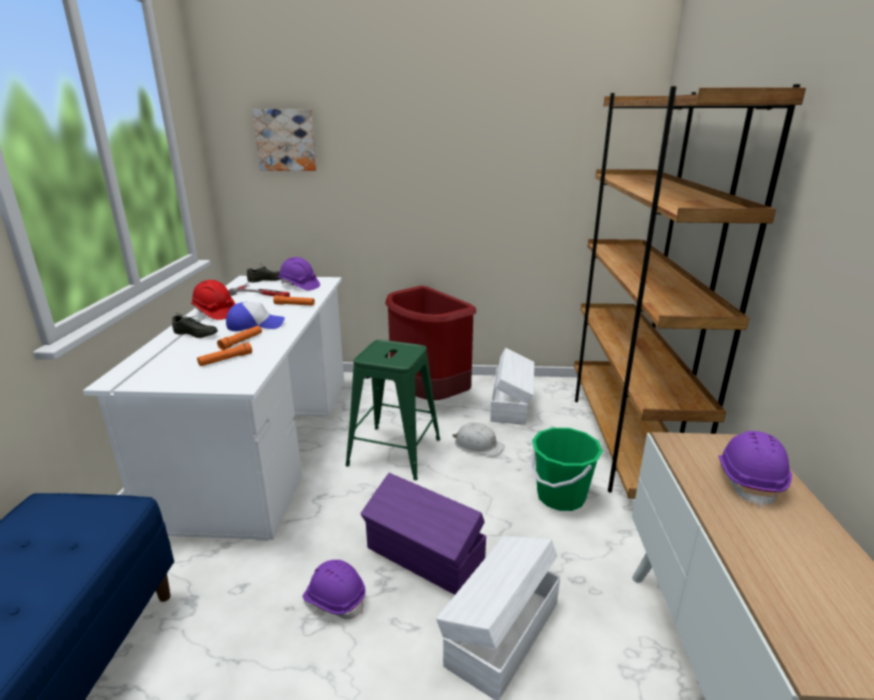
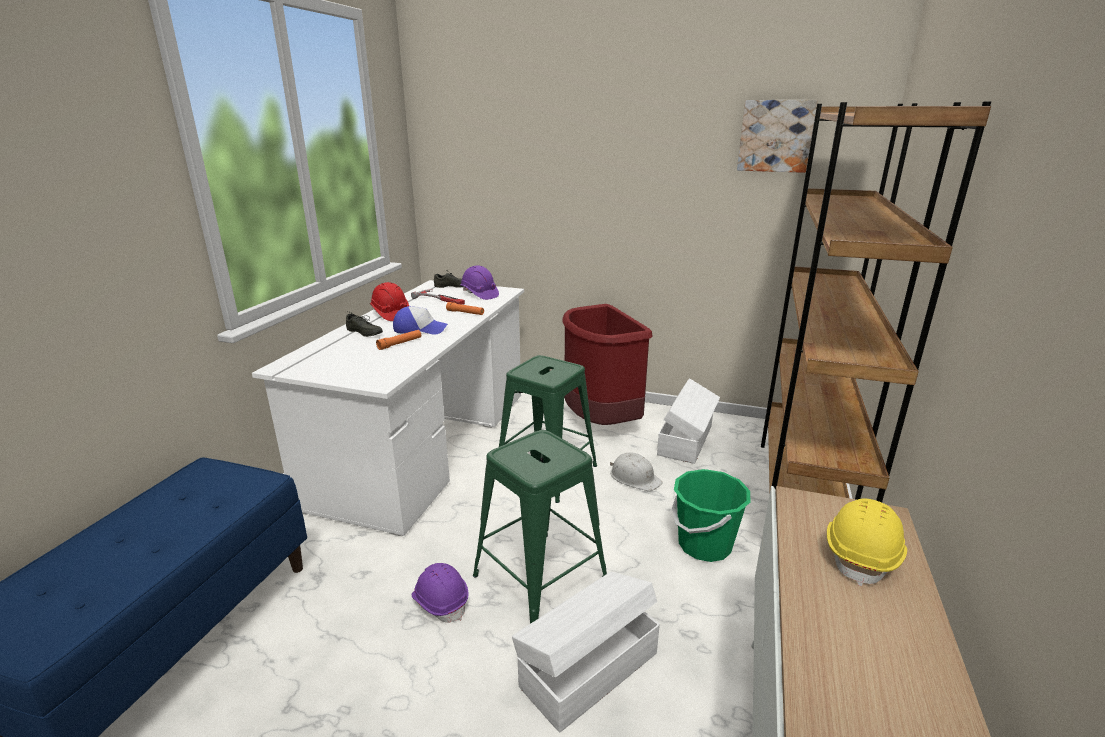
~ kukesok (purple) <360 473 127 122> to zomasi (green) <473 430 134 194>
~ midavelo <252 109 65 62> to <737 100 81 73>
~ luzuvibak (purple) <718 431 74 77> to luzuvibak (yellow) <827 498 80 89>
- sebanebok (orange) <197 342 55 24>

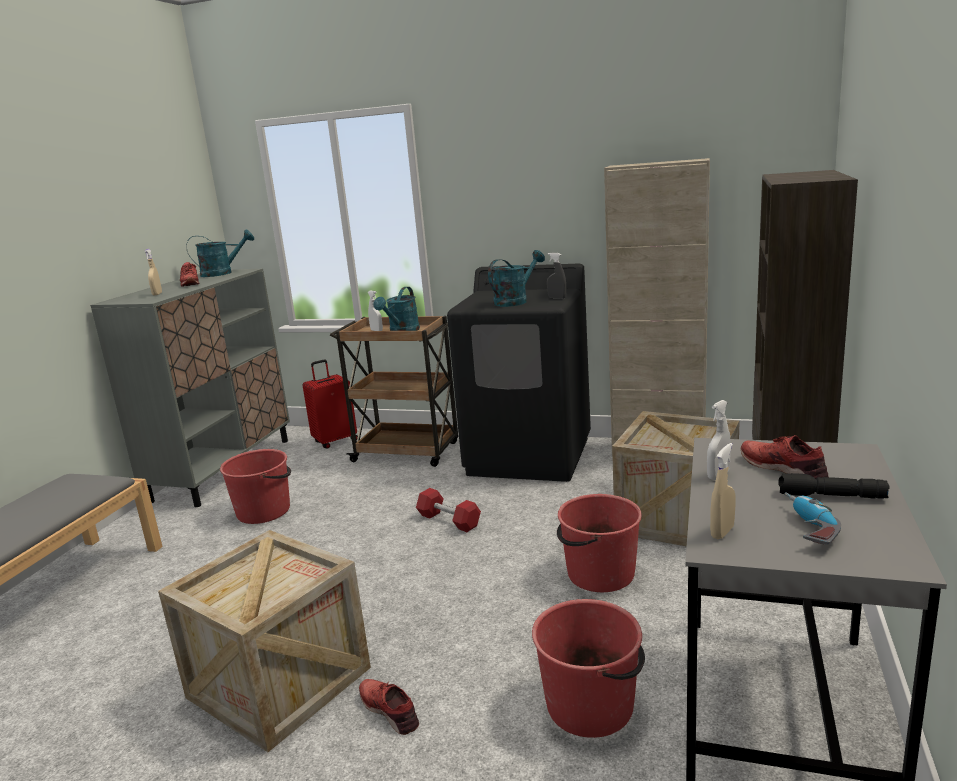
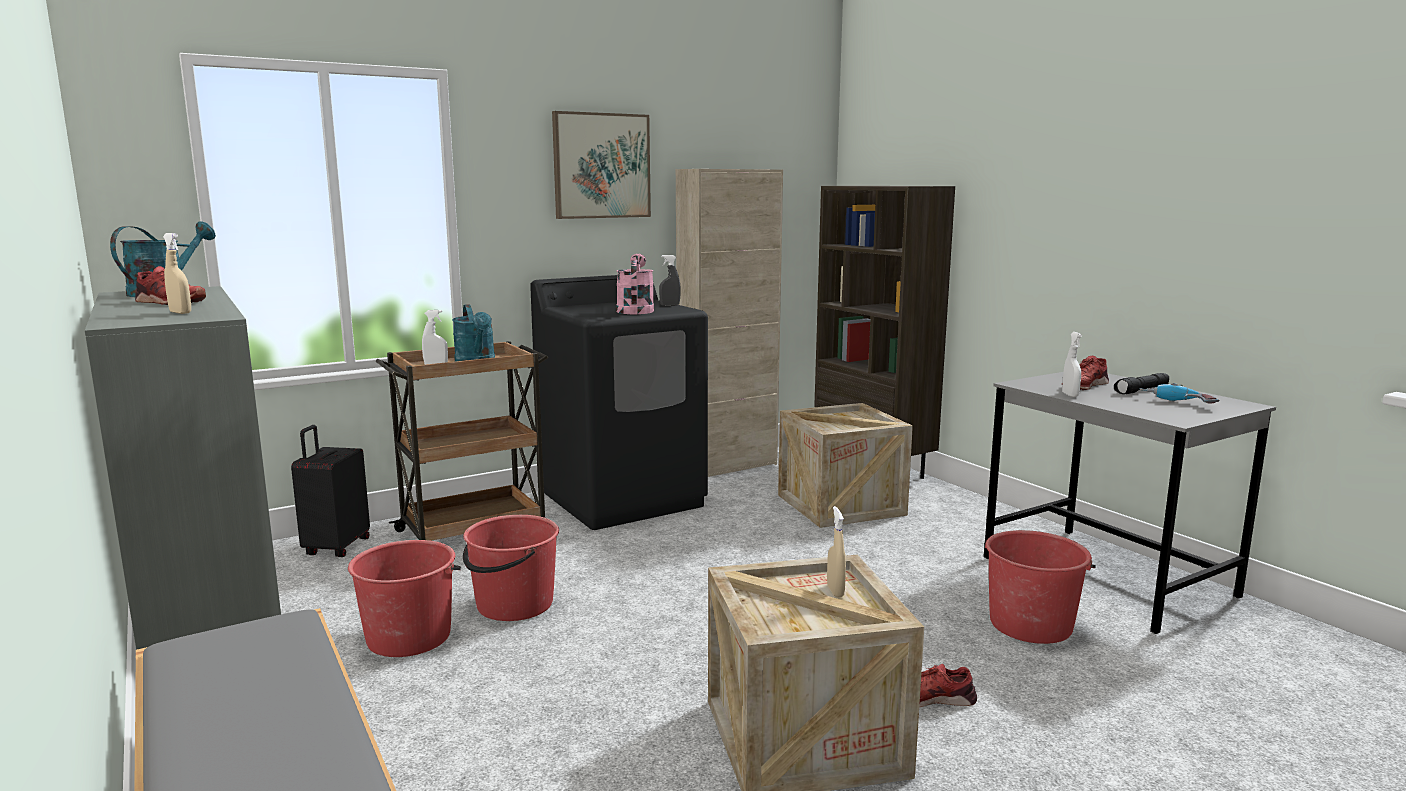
~ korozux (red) <303 360 55 89> to korozux (black) <291 425 79 132>
~ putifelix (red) <557 494 85 98> to <463 515 96 106>
+ midavelo <552 111 99 108>
~ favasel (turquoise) <488 250 57 57> to favasel (pink) <616 254 38 60>
~ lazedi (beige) <710 443 25 96> to <827 506 19 91>
~ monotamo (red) <741 435 87 44> = <1062 356 47 34> 45 degrees counterclockwise
- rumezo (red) <416 488 65 44>

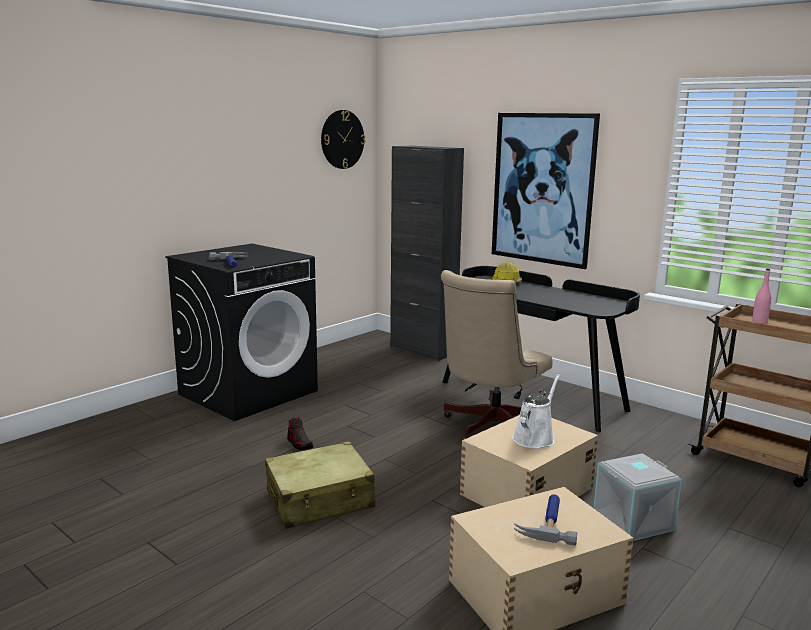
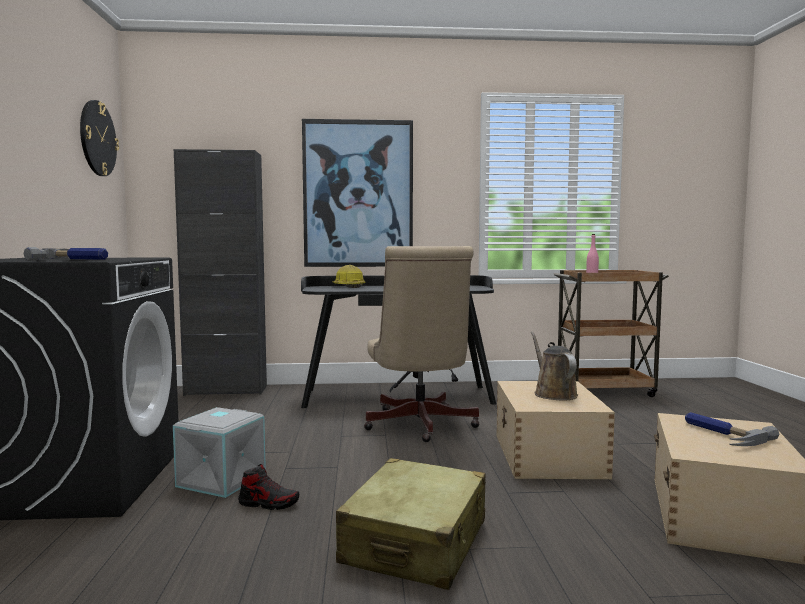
~ kukesok (grey) <593 453 89 88> to <173 407 93 91>
~ favasel (white) <512 373 49 76> to favasel (brown) <531 331 47 70>

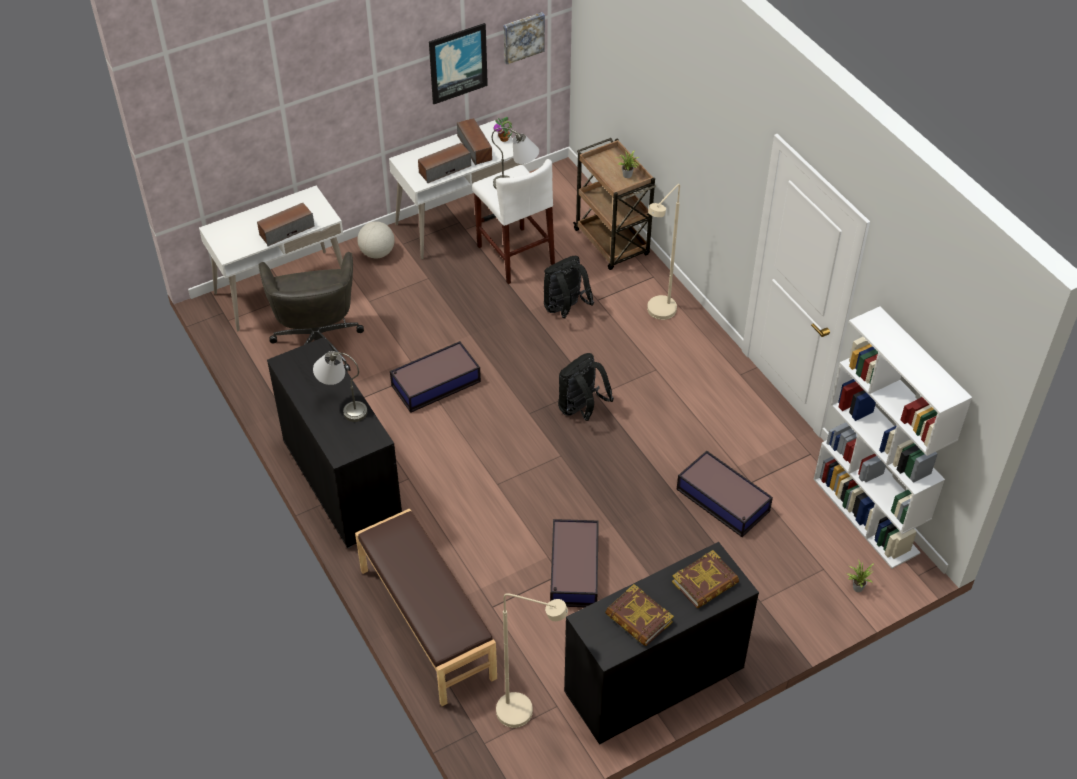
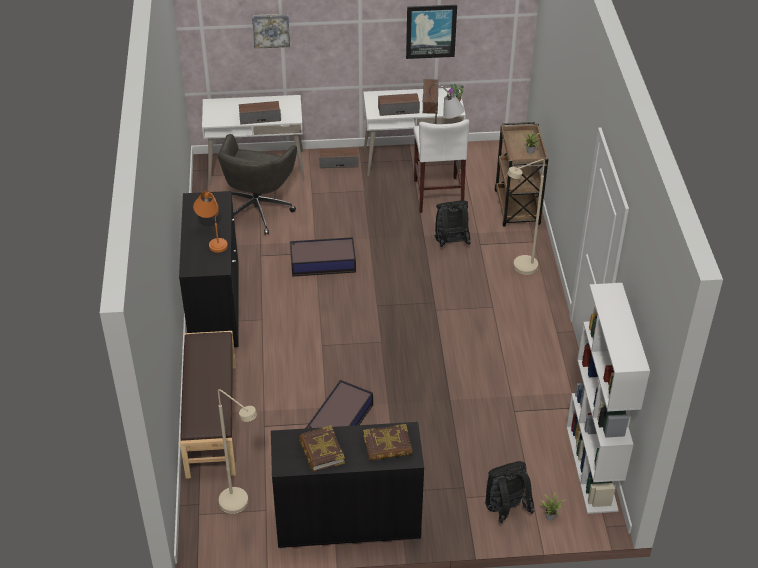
~ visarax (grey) <313 351 54 71> to visarax (orange) <193 191 35 62>
~ midavelo <504 12 41 52> to <252 14 38 35>
~ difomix <357 221 38 37> to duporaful <319 148 39 20>
~ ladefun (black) <558 353 56 68> to <485 461 49 62>
- kukesok <677 451 96 86>

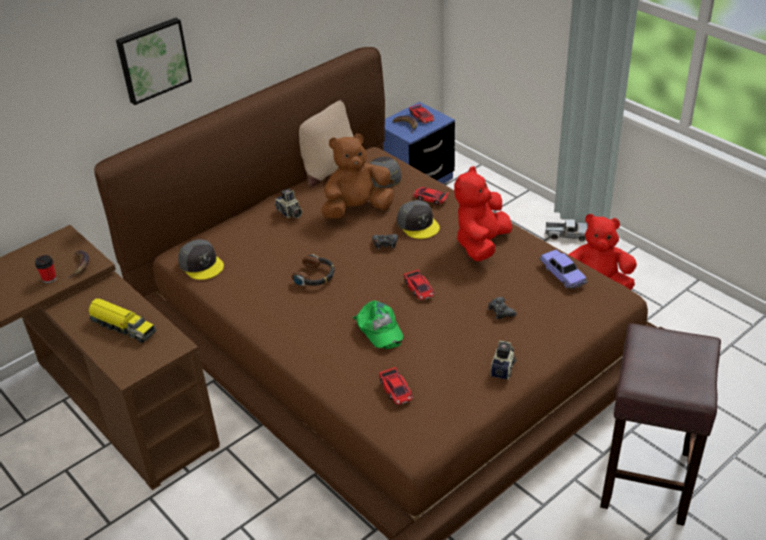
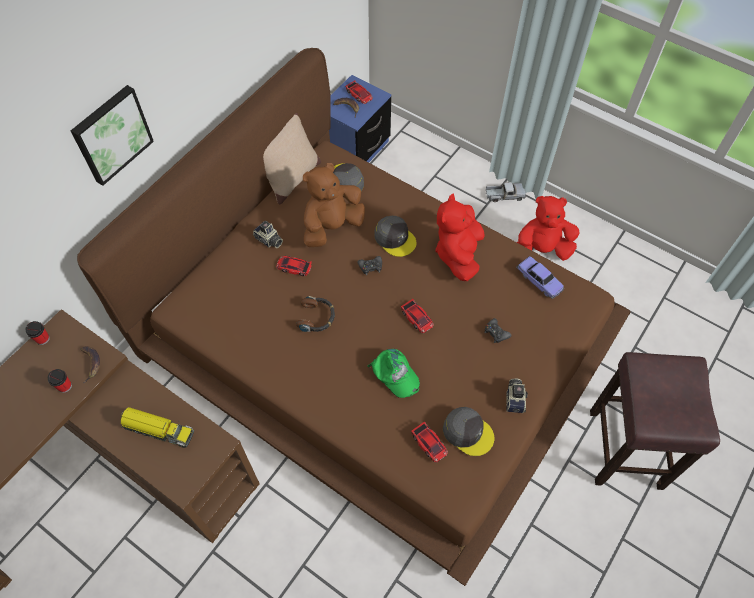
+ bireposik <25 321 25 24>
~ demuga <413 187 35 18> to <276 256 36 20>
~ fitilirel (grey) <178 239 46 41> to <443 407 51 49>

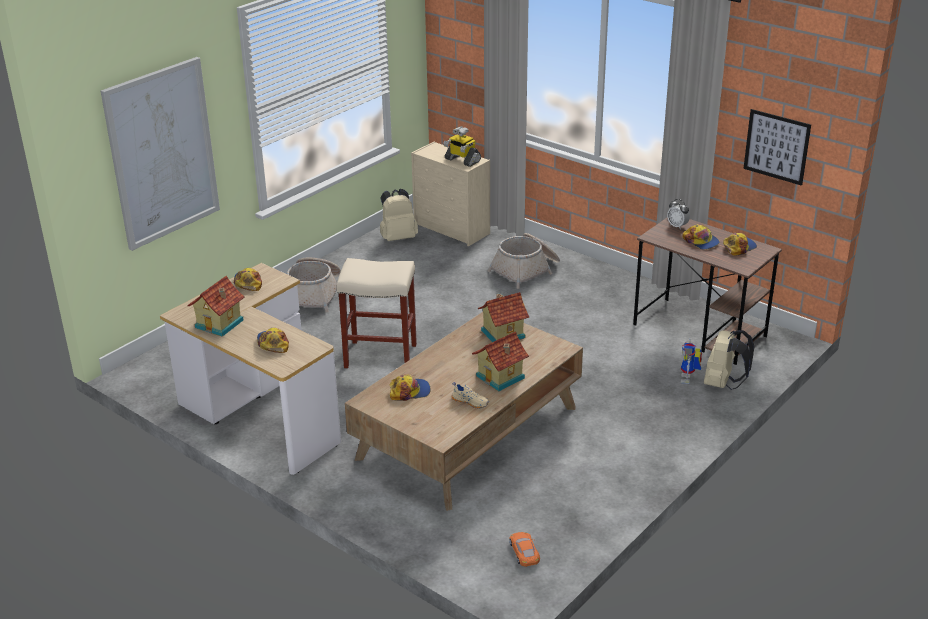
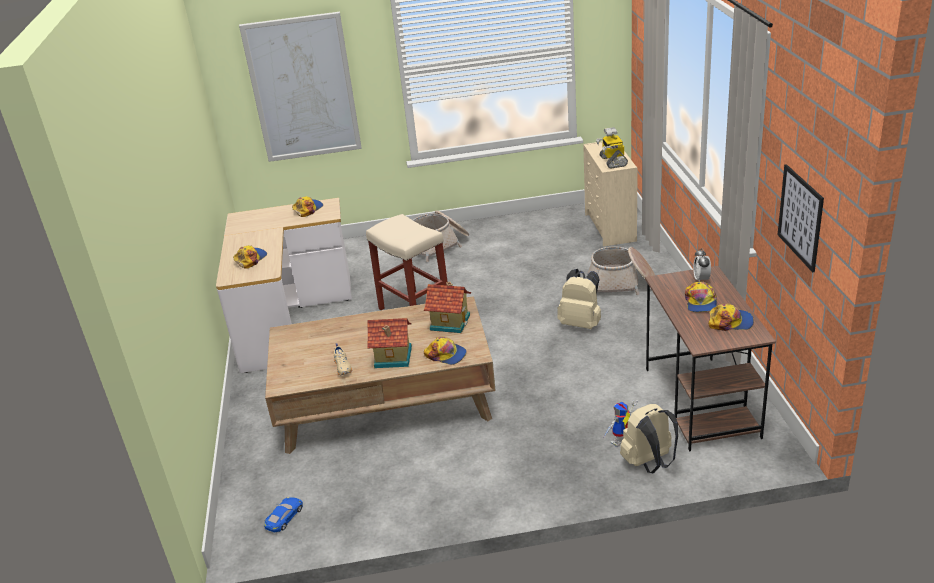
~ demuga (orange) <509 532 31 35> to demuga (blue) <264 497 39 36>
~ fitilirel <390 374 41 27> to <424 337 43 28>
~ ladefun (beige) <380 189 38 52> to <557 269 44 60>
- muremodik <187 276 58 61>

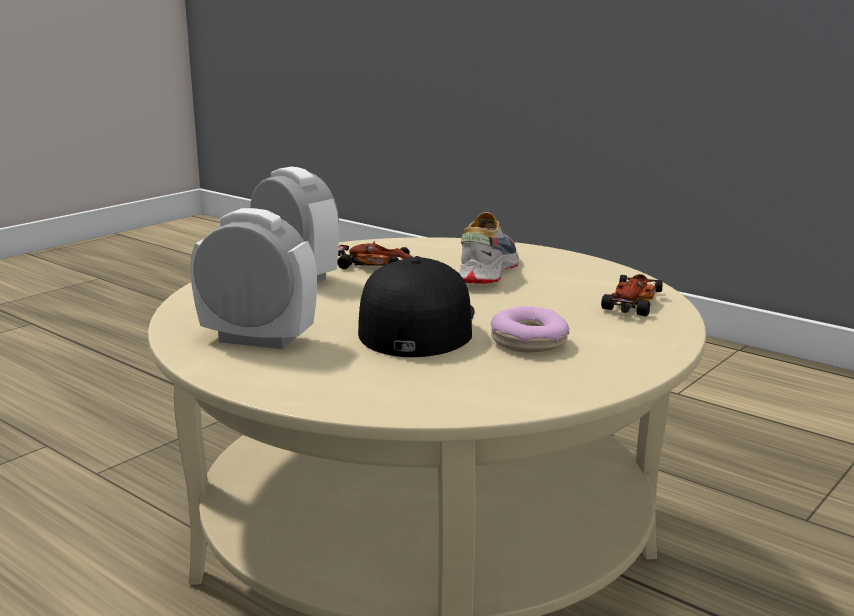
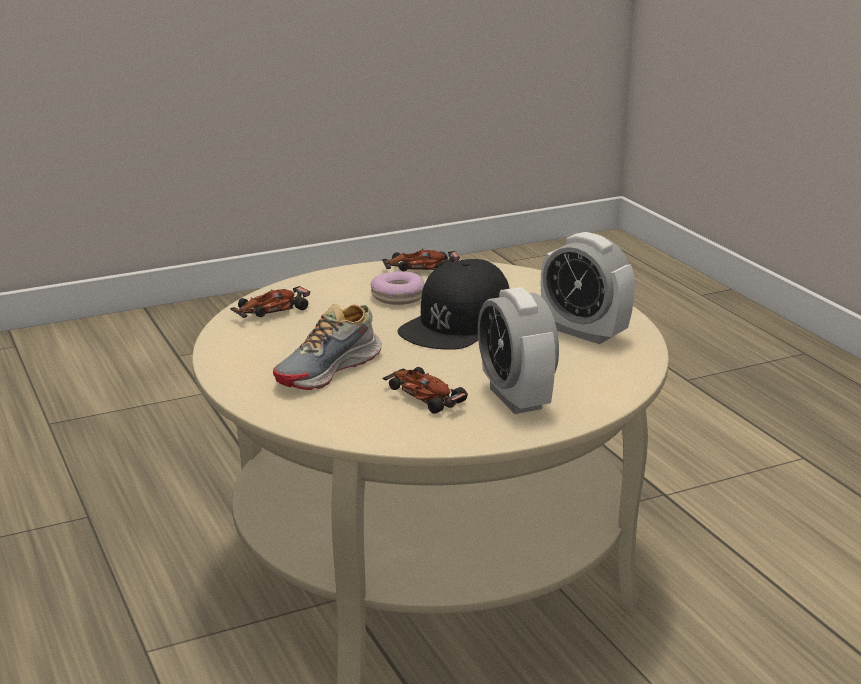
+ demuga <382 248 78 23>

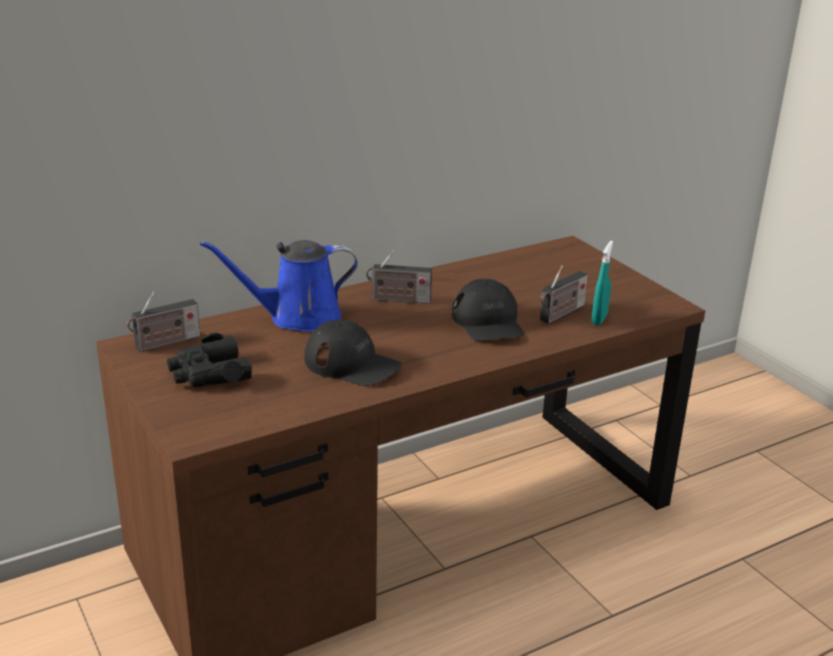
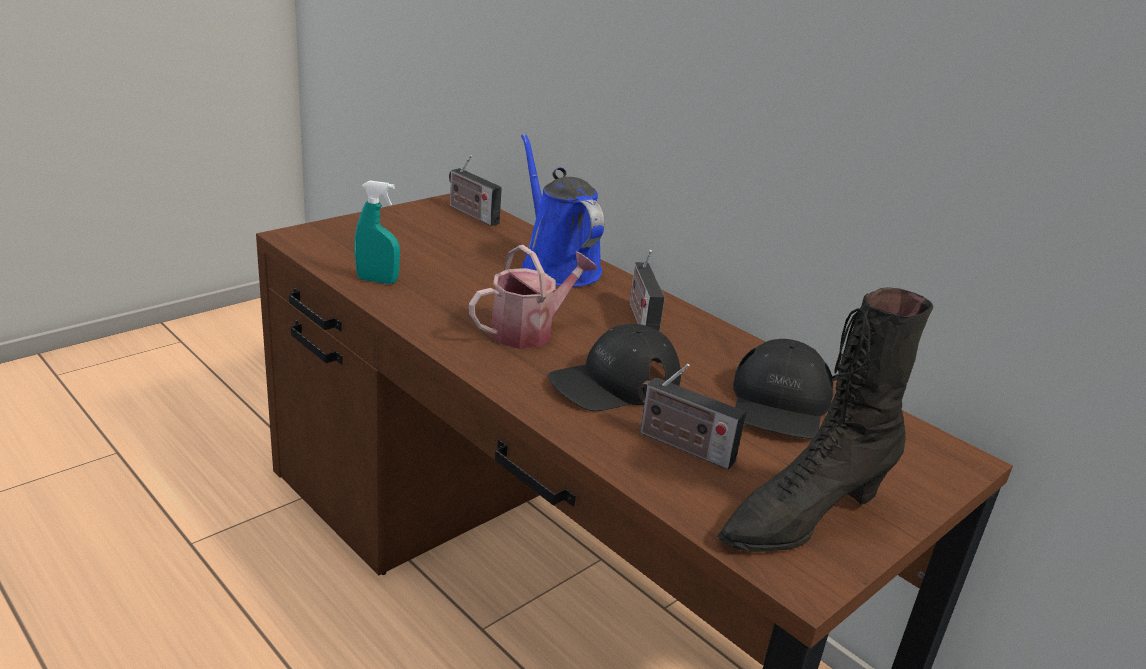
~ lazedi (turquoise) <592 241 21 84> to <354 180 46 104>
+ favasel <469 245 129 104>
+ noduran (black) <717 288 216 265>
~ fitilirel (black) <304 319 97 67> to <733 339 101 100>
- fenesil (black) <167 333 85 54>

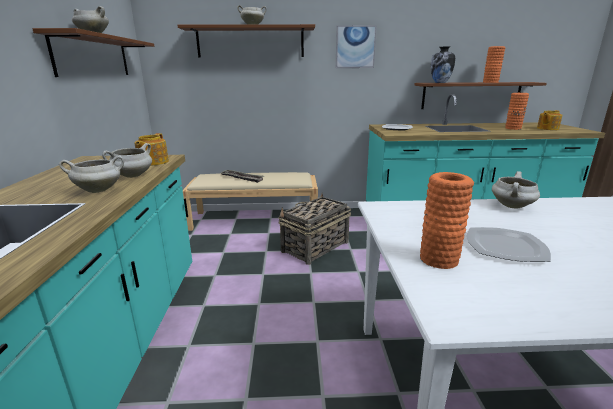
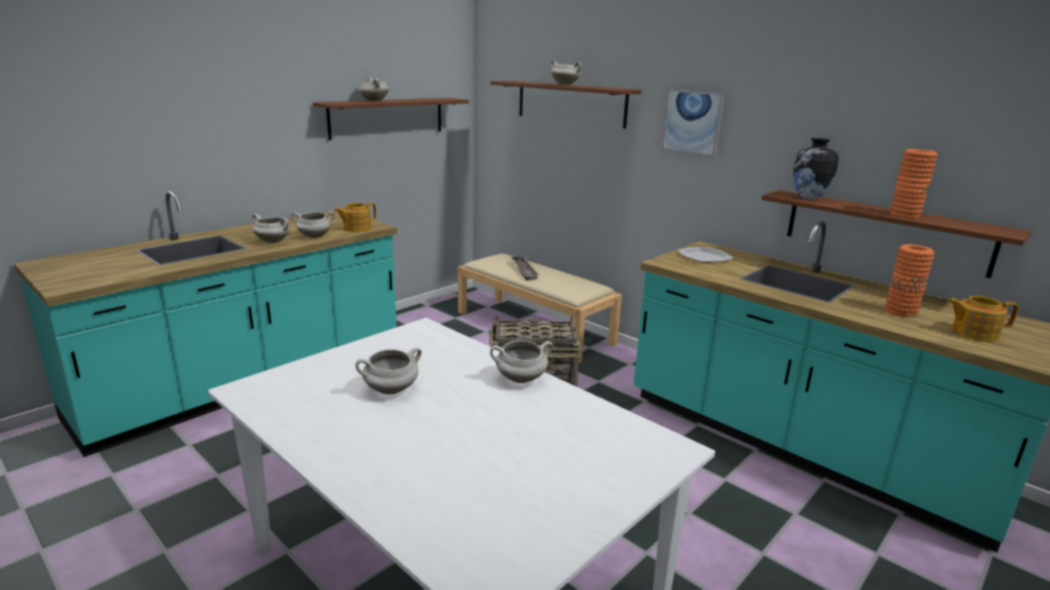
~ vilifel <466 227 85 35> to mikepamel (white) <355 347 67 47>
- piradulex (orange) <420 172 54 97>

